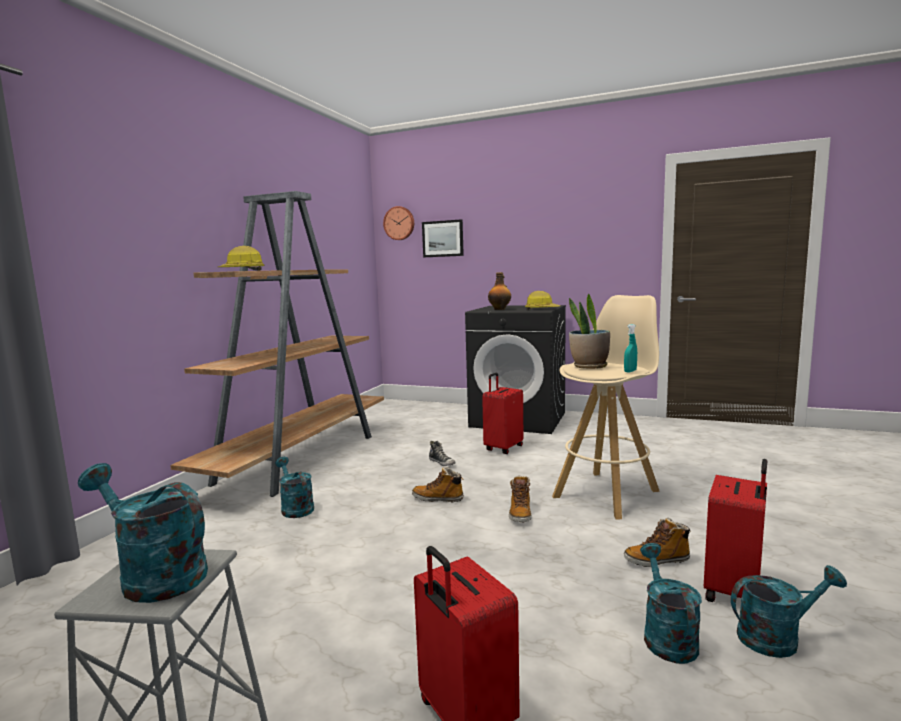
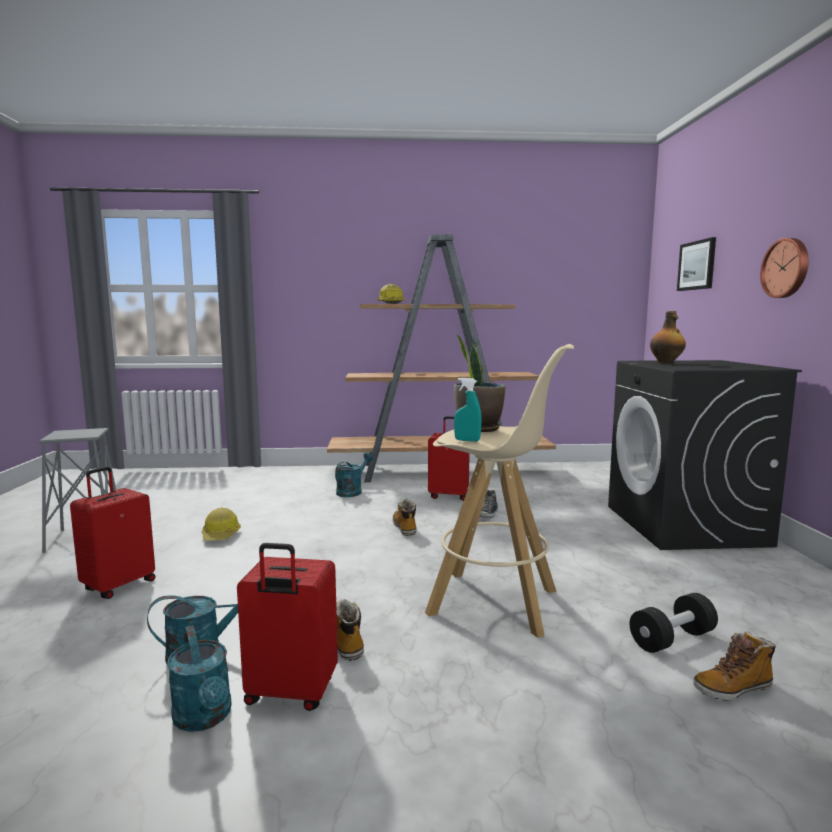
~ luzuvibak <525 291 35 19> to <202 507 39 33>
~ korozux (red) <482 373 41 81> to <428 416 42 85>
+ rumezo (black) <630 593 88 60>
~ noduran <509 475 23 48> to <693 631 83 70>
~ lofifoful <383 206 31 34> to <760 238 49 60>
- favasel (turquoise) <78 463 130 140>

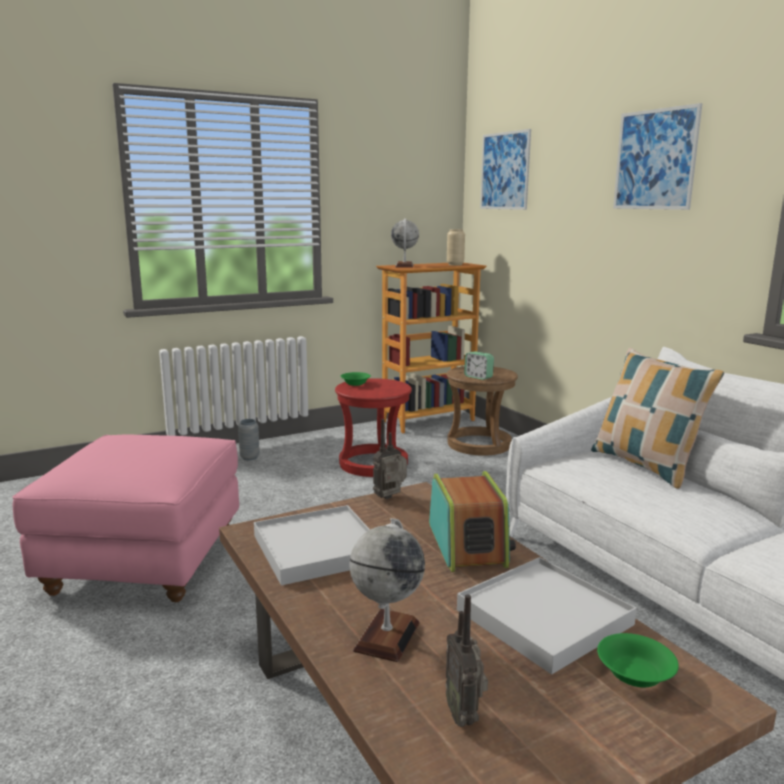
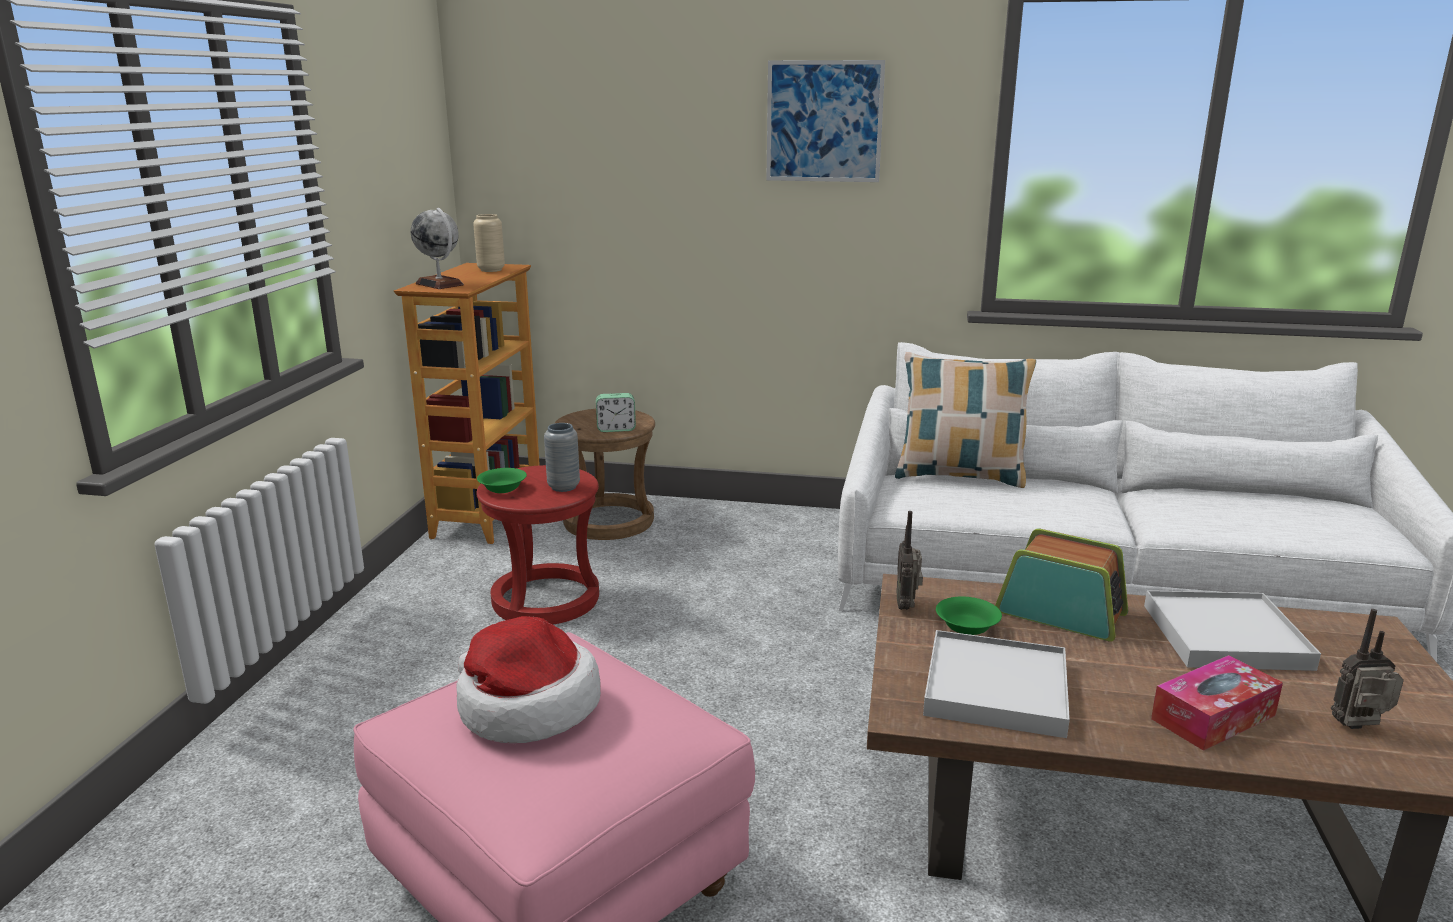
+ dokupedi <456 616 145 127>
~ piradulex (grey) <238 419 22 41> to <544 423 36 69>
~ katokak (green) <597 633 82 54> to <936 597 66 38>
~ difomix <349 518 76 144> to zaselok <1151 655 132 96>
~ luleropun <445 594 43 133> = <1331 609 73 120> 150 degrees clockwise
- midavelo <480 129 51 81>

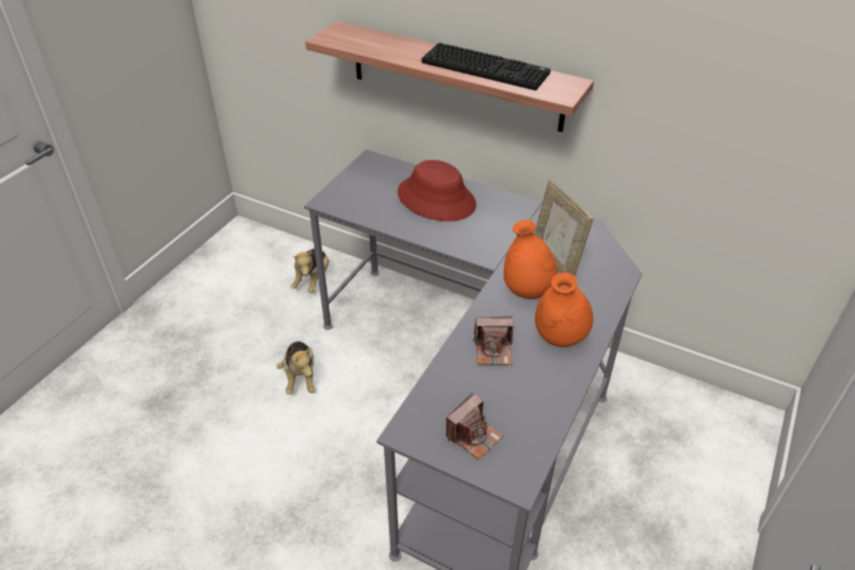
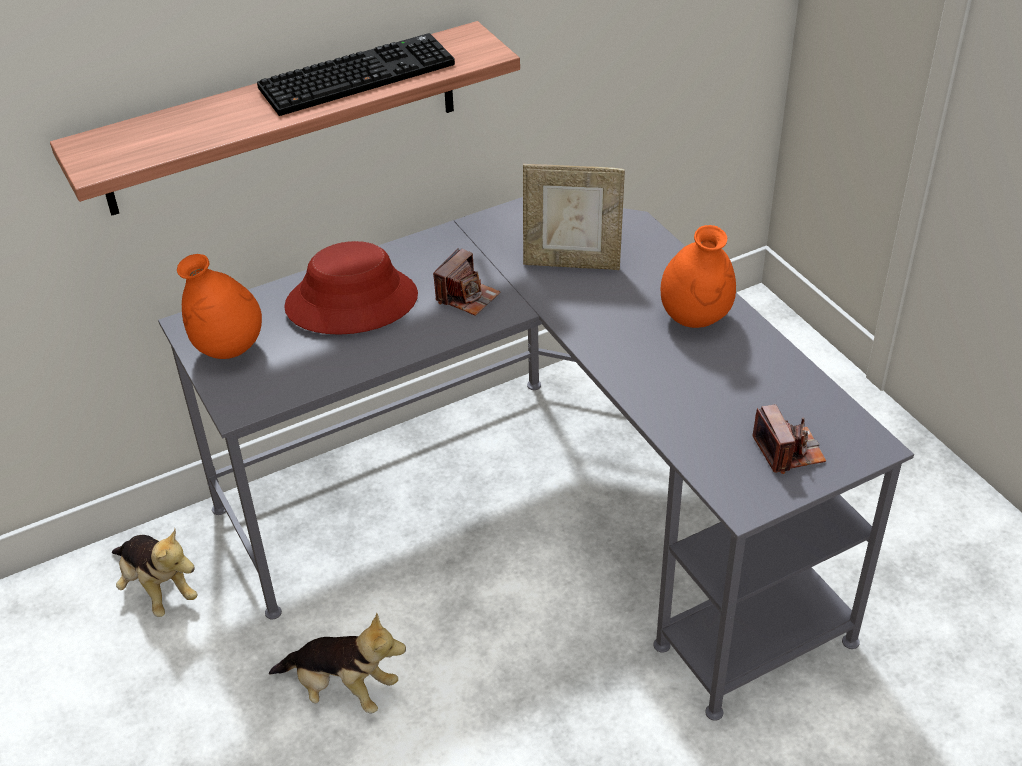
~ piradulex (orange) <504 220 54 79> to <177 254 85 105>
~ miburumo <473 316 40 49> to <433 248 67 68>

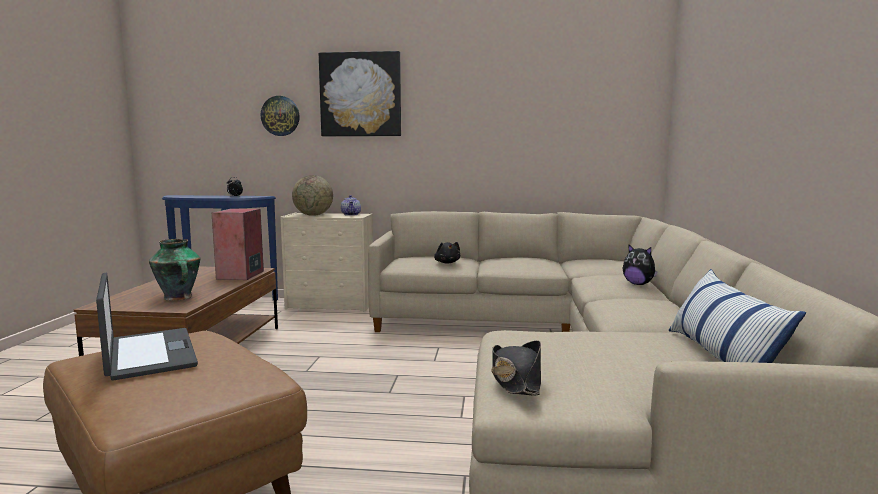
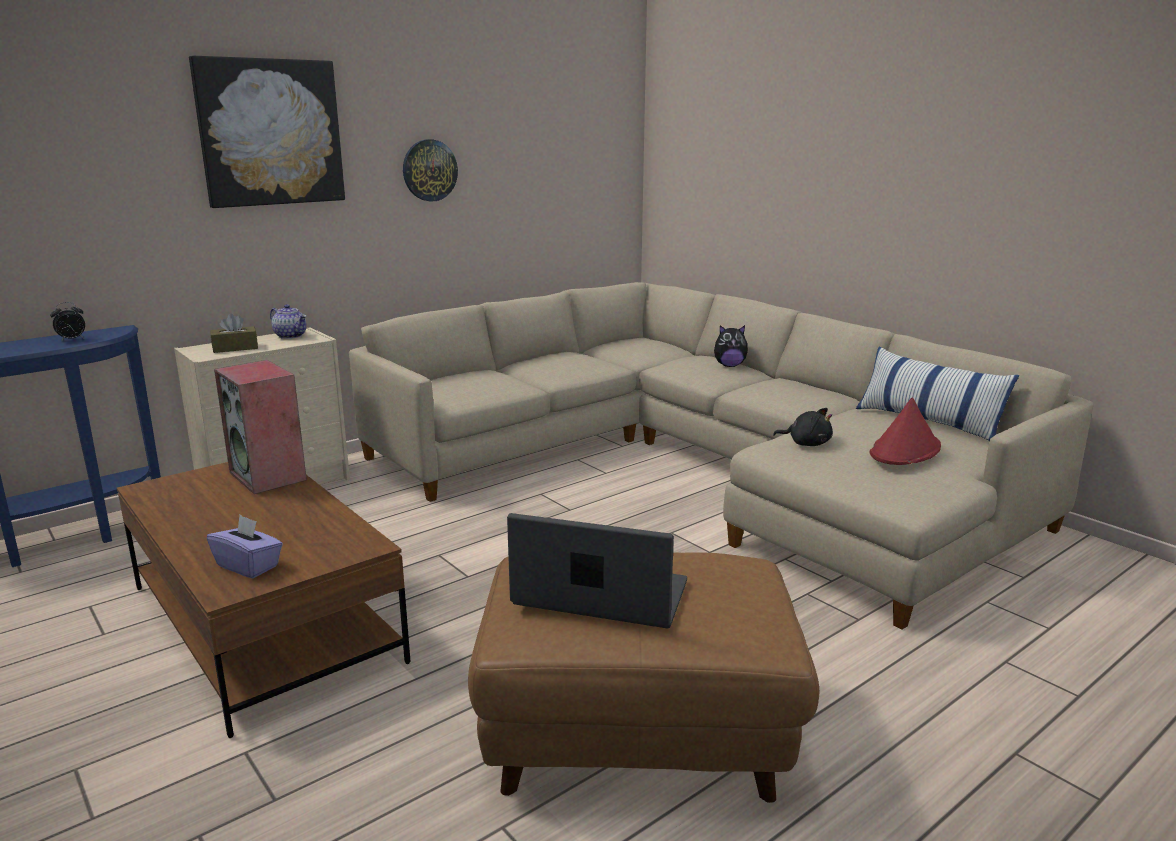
+ zaselok (purple) <207 515 76 63>
~ difomix <292 175 41 41> to zaselok (brown) <210 313 48 40>
~ lofifoful <261 96 39 40> to <403 139 55 63>
~ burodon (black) <434 242 26 22> to <773 408 60 38>
+ dokupedi (red) <870 397 71 68>
- piradulex <149 239 51 62>
- dokupedi (black) <491 341 50 54>

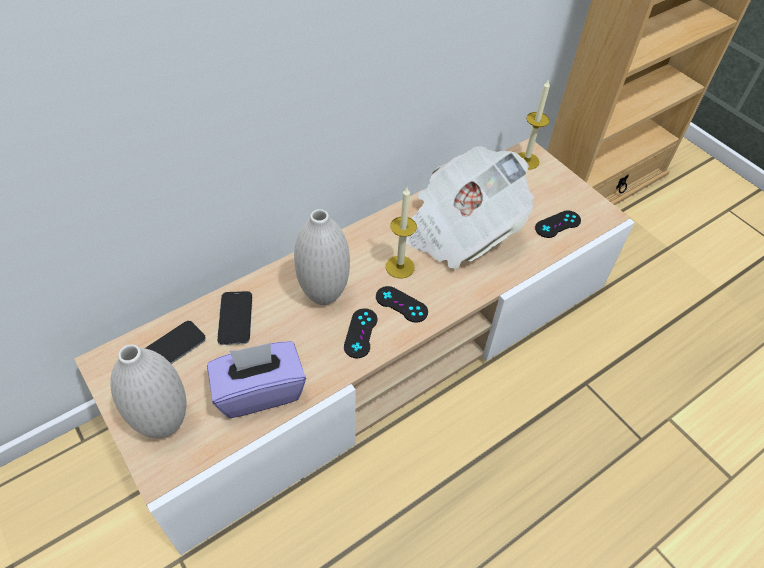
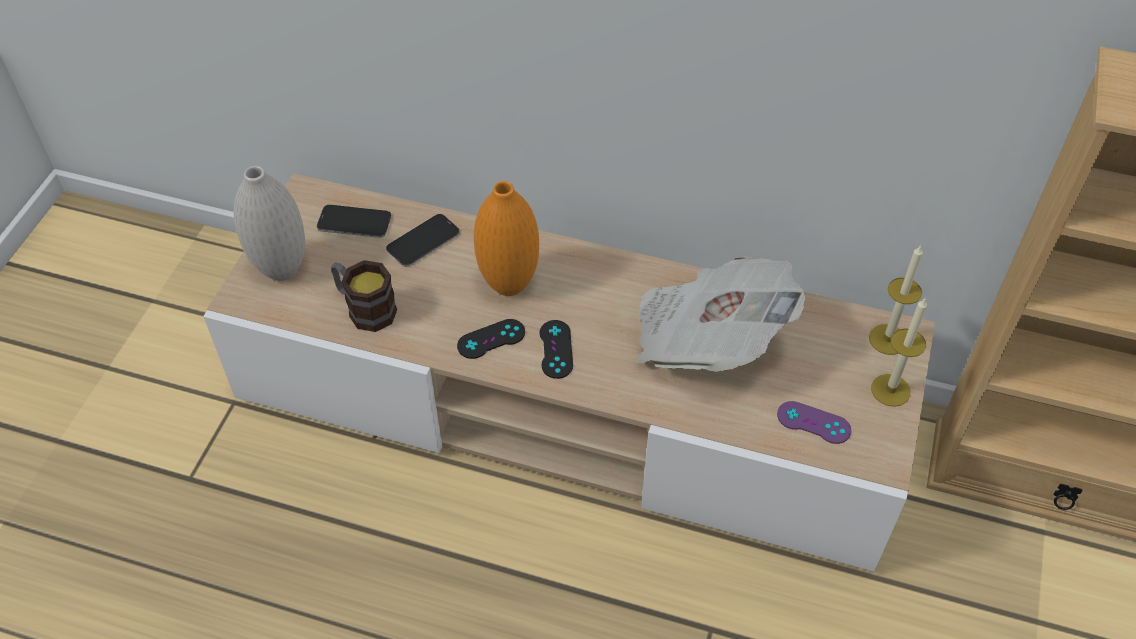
~ zaselok (purple) <207 341 99 77> to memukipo <331 260 66 72>
~ piradulex (white) <294 209 56 96> to piradulex (orange) <474 181 65 115>
~ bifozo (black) <535 210 46 28> to bifozo (purple) <777 401 74 43>
~ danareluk <386 188 31 91> to <871 299 56 108>

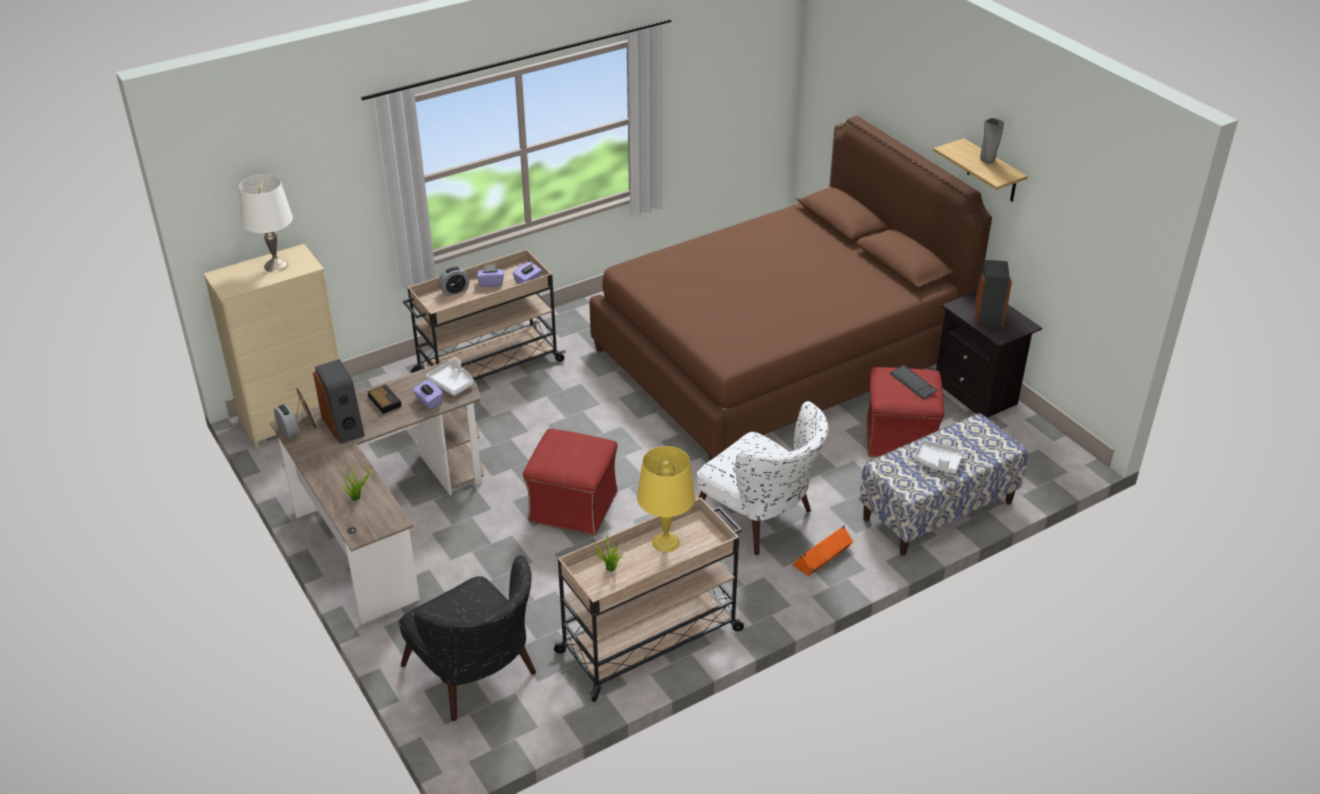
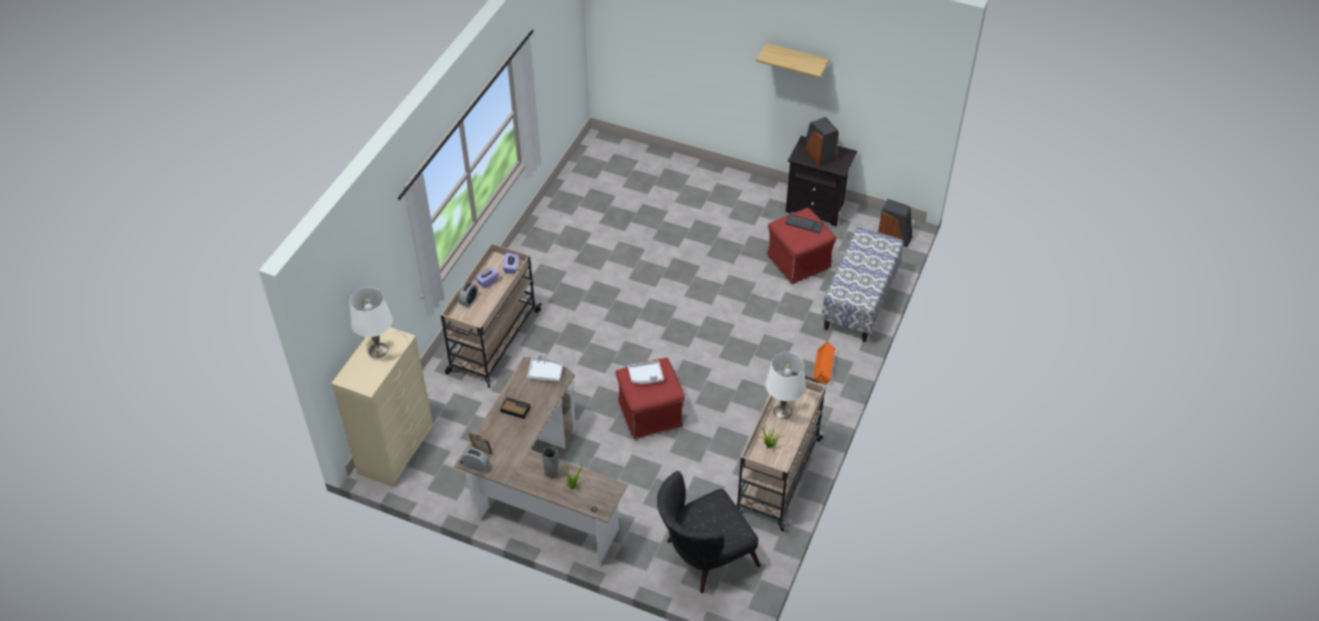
~ piradulex (grey) <980 118 24 46> to <542 447 16 31>
~ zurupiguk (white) <915 440 49 34> to <628 360 36 24>
~ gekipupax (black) <398 555 138 166> = <657 471 104 122> 135 degrees clockwise
~ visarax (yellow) <637 446 58 106> to visarax (white) <765 352 41 68>
~ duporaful <313 359 52 85> to <878 199 34 48>
- zaselok (purple) <413 379 30 30>
- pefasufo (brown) <589 116 403 345>
- gekipupax (white) <697 401 132 154>

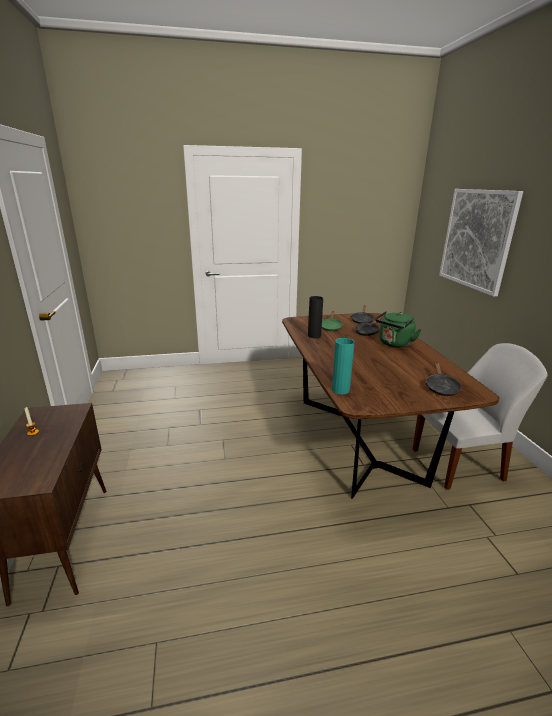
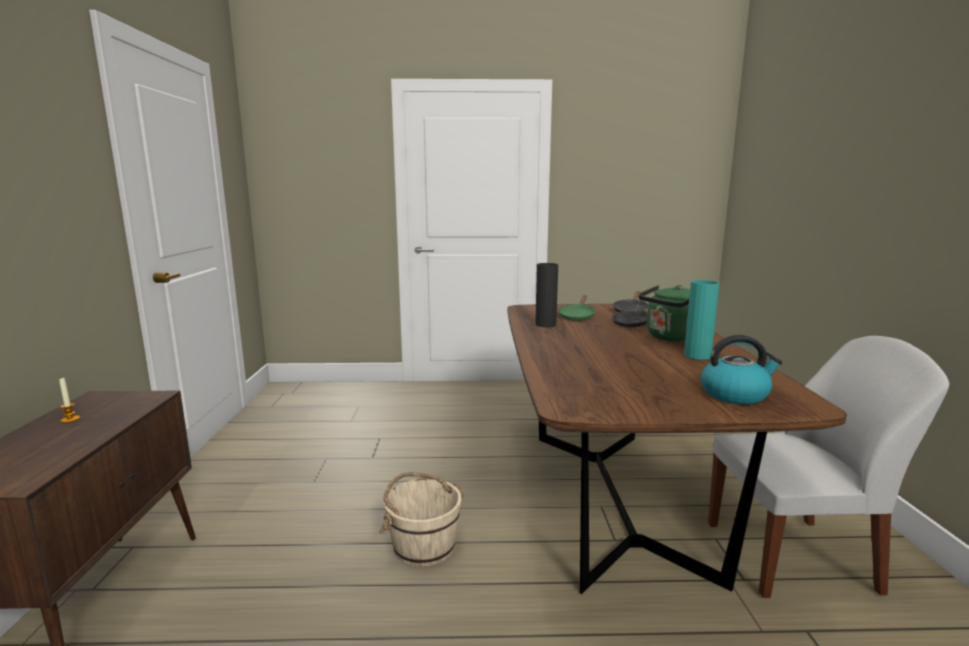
+ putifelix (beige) <379 472 85 95>
~ piradulex (turquoise) <332 338 23 57> to <684 280 36 80>
~ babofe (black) <426 361 36 35> to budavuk <701 335 82 70>
- midavelo <439 189 84 107>

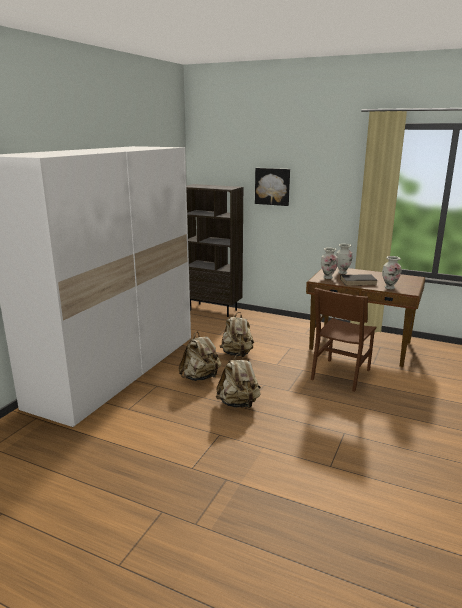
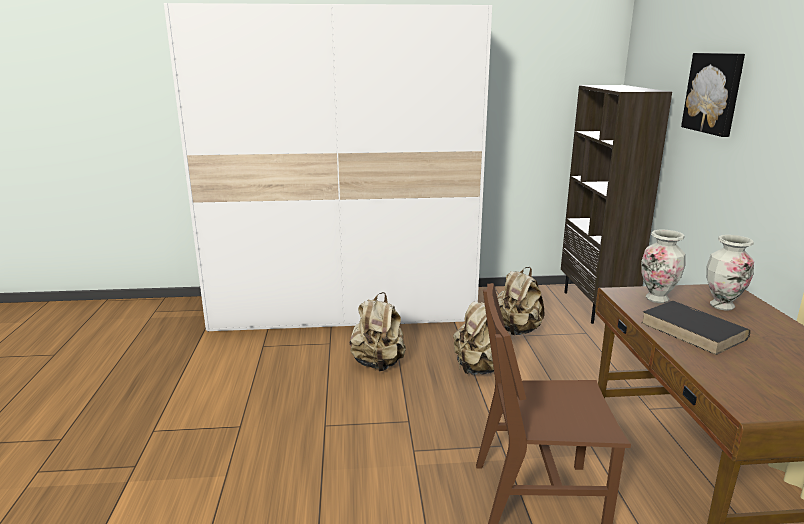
~ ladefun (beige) <216 353 45 55> to <497 267 47 68>
- piradulex <382 256 19 33>

